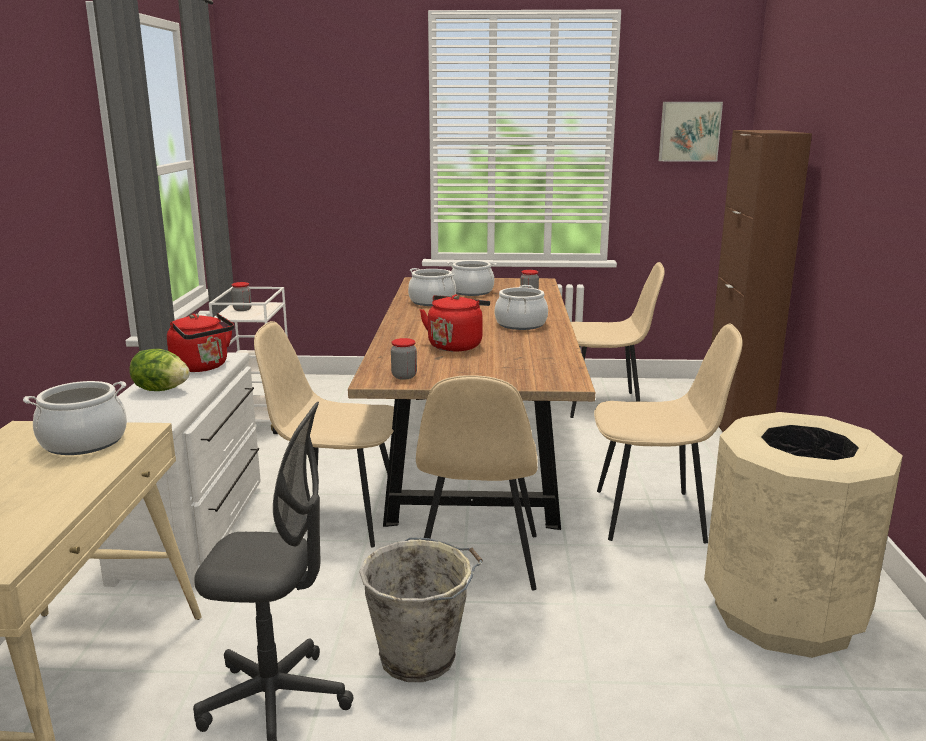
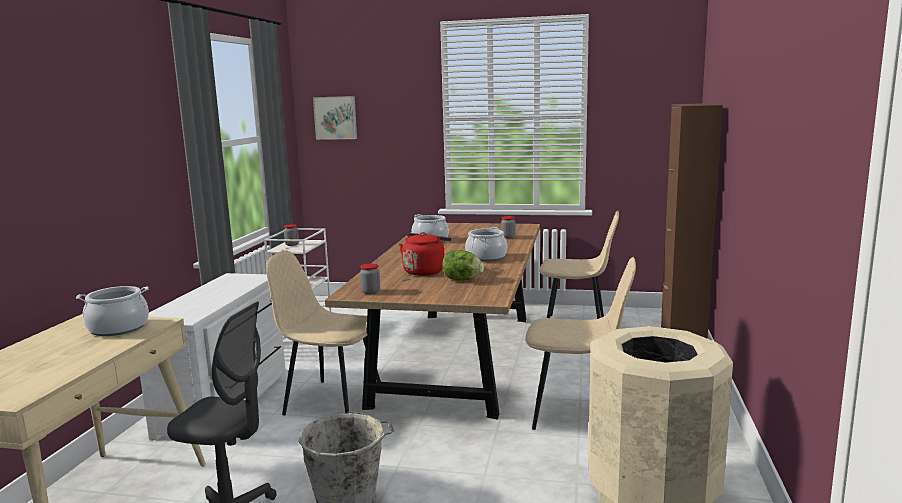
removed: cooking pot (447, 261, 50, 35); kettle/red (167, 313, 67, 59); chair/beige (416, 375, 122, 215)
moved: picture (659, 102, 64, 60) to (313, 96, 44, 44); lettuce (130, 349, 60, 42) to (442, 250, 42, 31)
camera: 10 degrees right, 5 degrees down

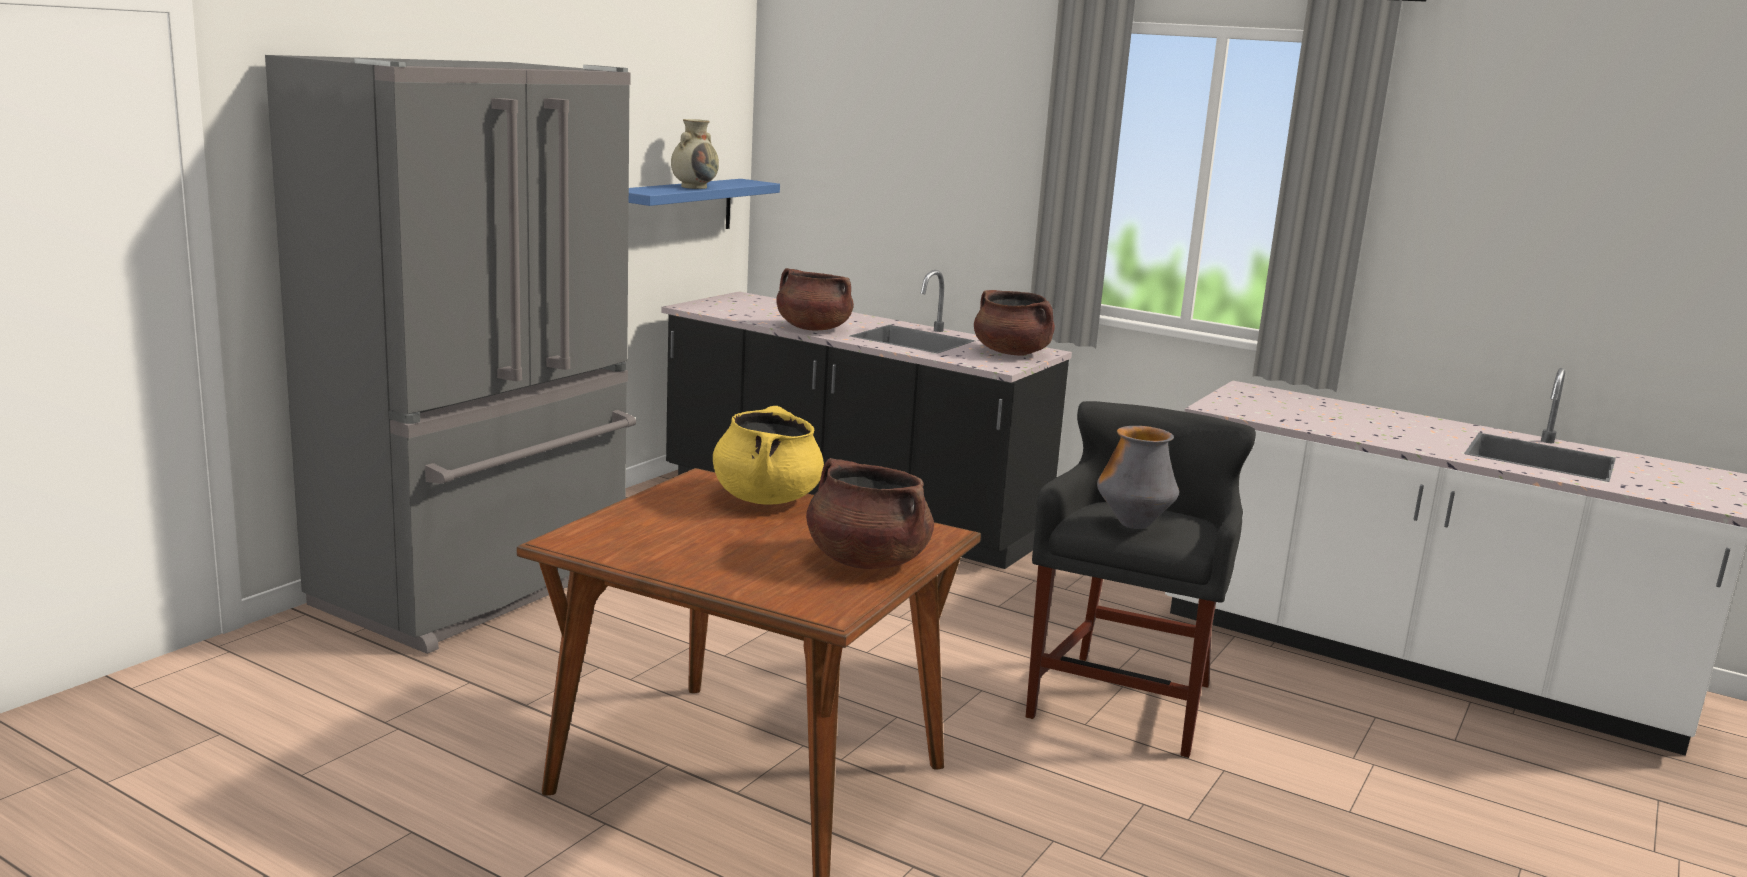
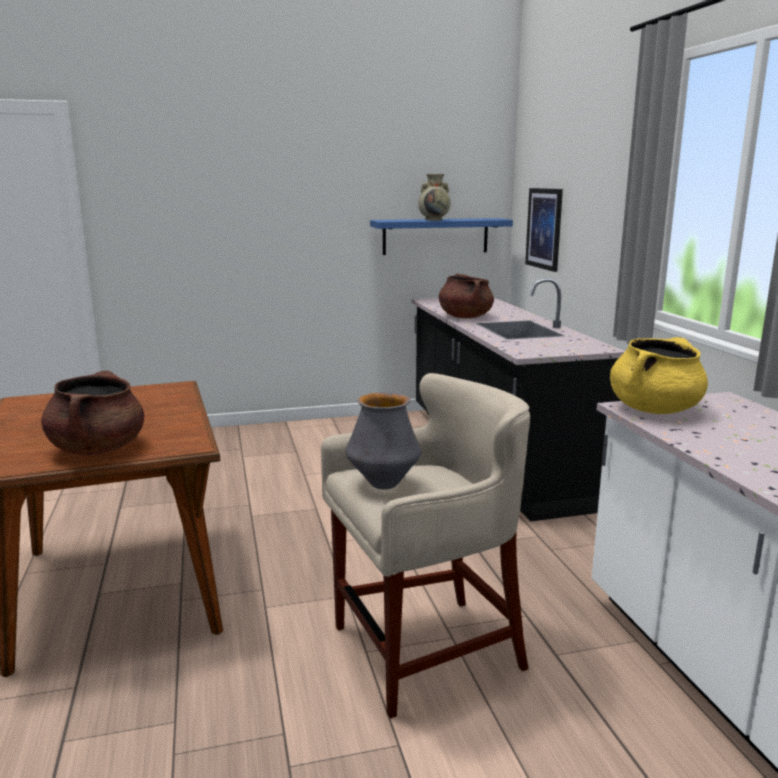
removed: fridge/grey (265, 55, 371, 599); cooking pot/brown (974, 290, 81, 66)
added: picture (525, 188, 38, 84)
moved: cooking pot/yellow (713, 406, 111, 99) to (610, 337, 98, 77)
recoloured: stool/black (1026, 401, 230, 357) to stool/beige (321, 373, 209, 345)
camera: 45 degrees right, 0 degrees up

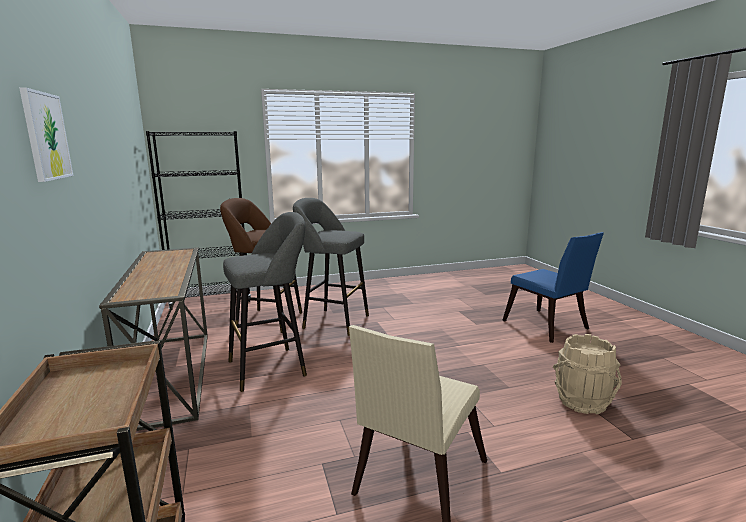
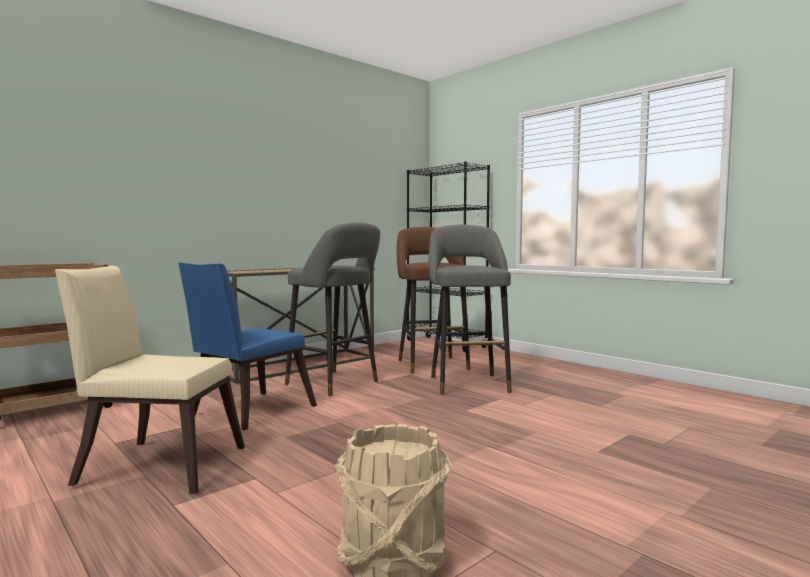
removed: picture (19, 87, 54, 95)
moved: chair/blue (502, 232, 102, 111) to (178, 262, 139, 168)
camera: 65 degrees right, 10 degrees down

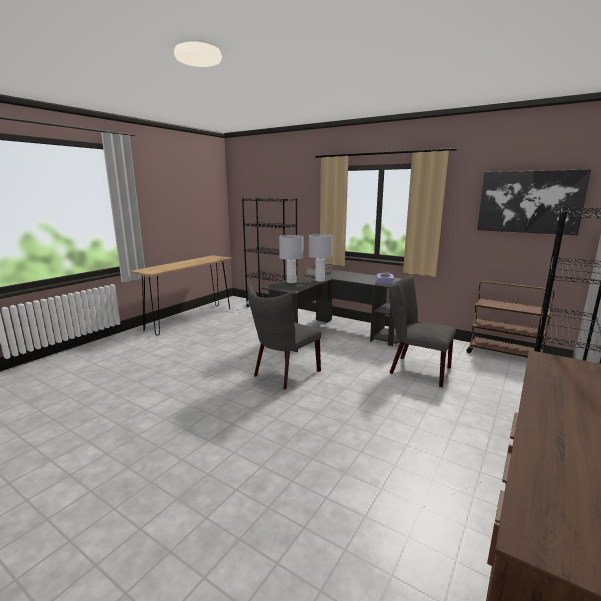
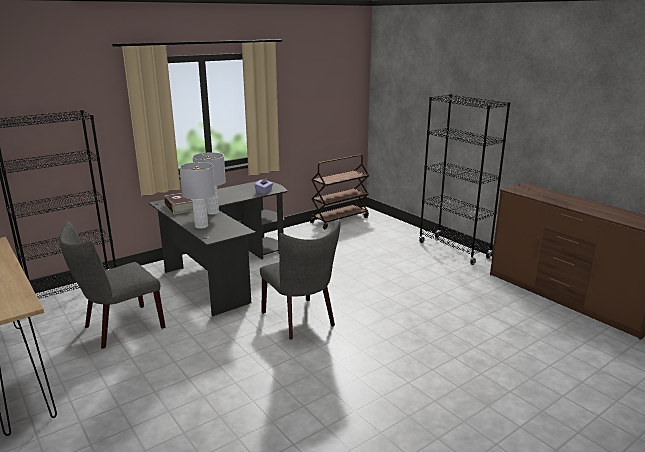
removed: picture (477, 169, 114, 66)
moved: chair/grey (389, 275, 67, 112) to (59, 221, 107, 128)
camera: 70 degrees left, 5 degrees up

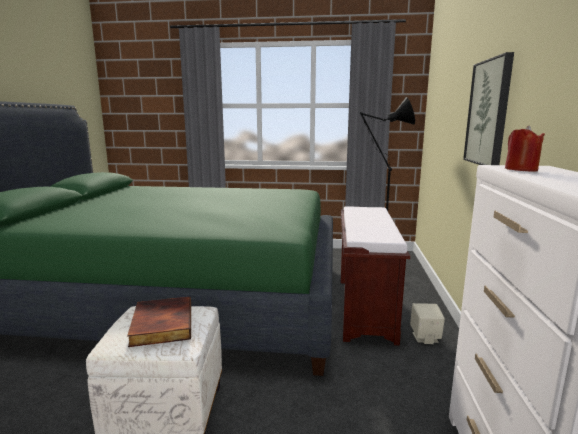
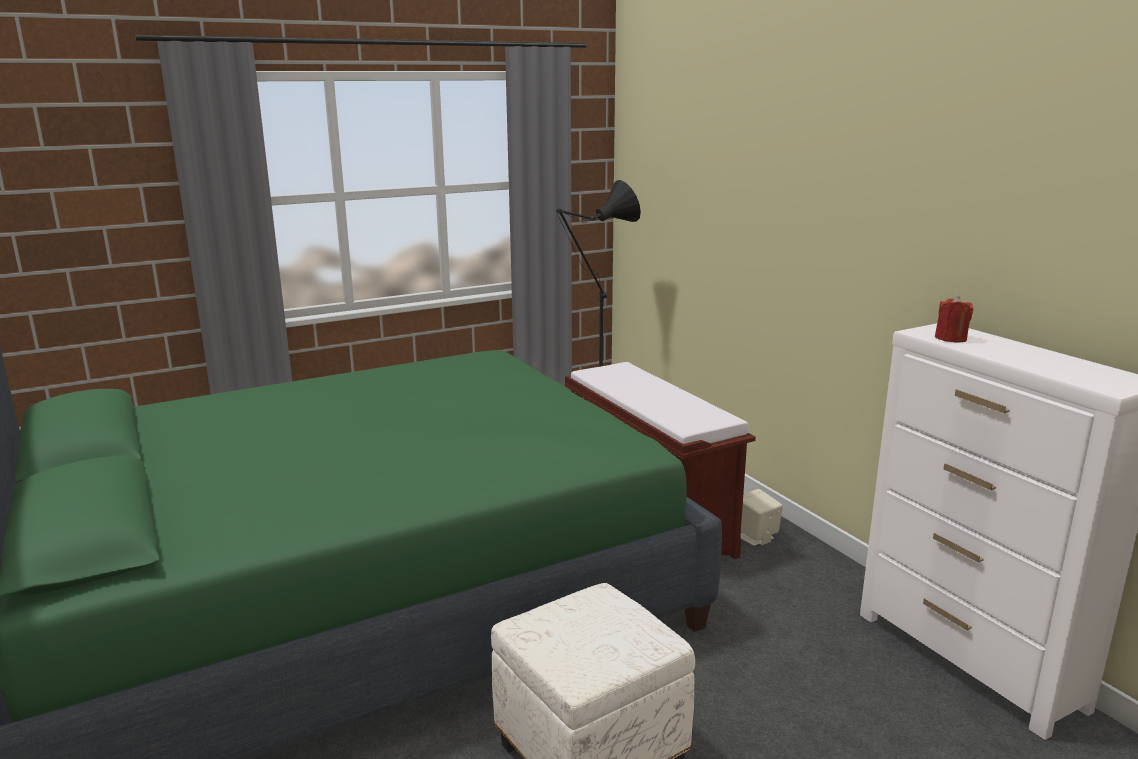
removed: picture (463, 52, 51, 113); book (127, 297, 64, 50)
camera: 35 degrees left, 5 degrees up

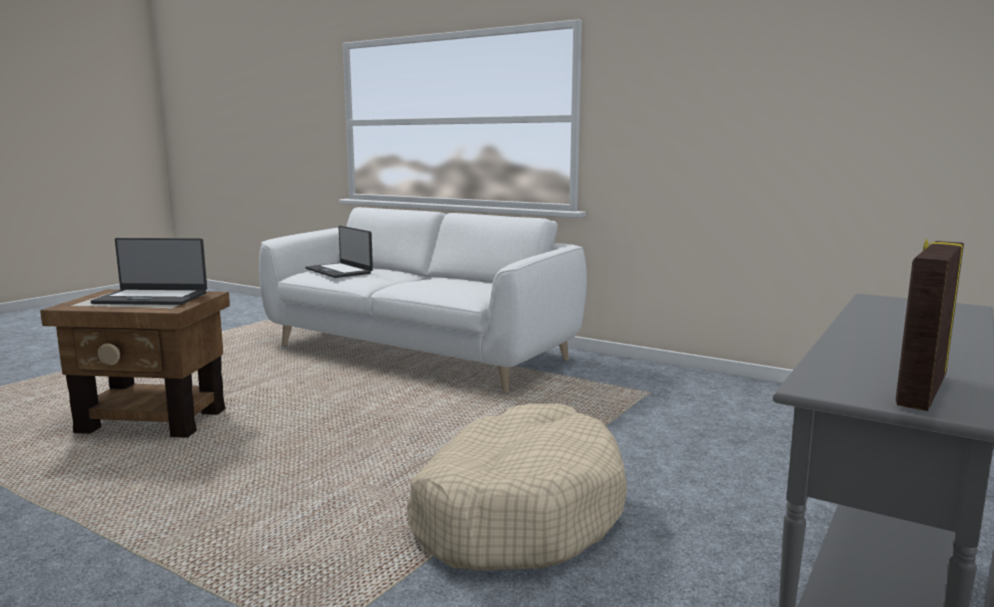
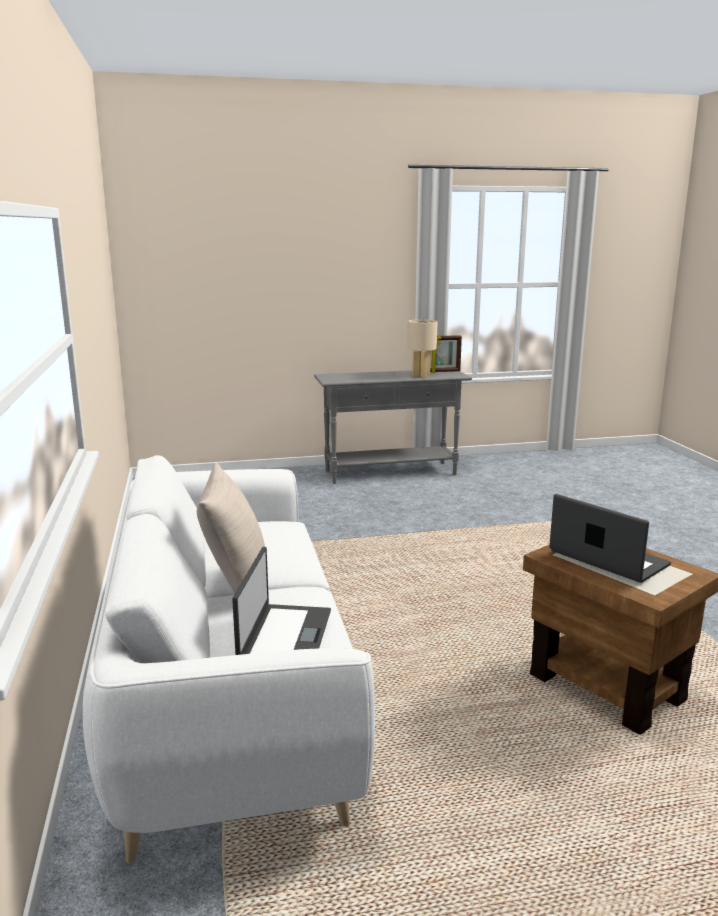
removed: dog bed/beige (407, 404, 220, 166)
added: table lamp/beige (407, 319, 31, 59); pillow/beige (197, 463, 68, 130)
camera: 135 degrees left, 5 degrees up

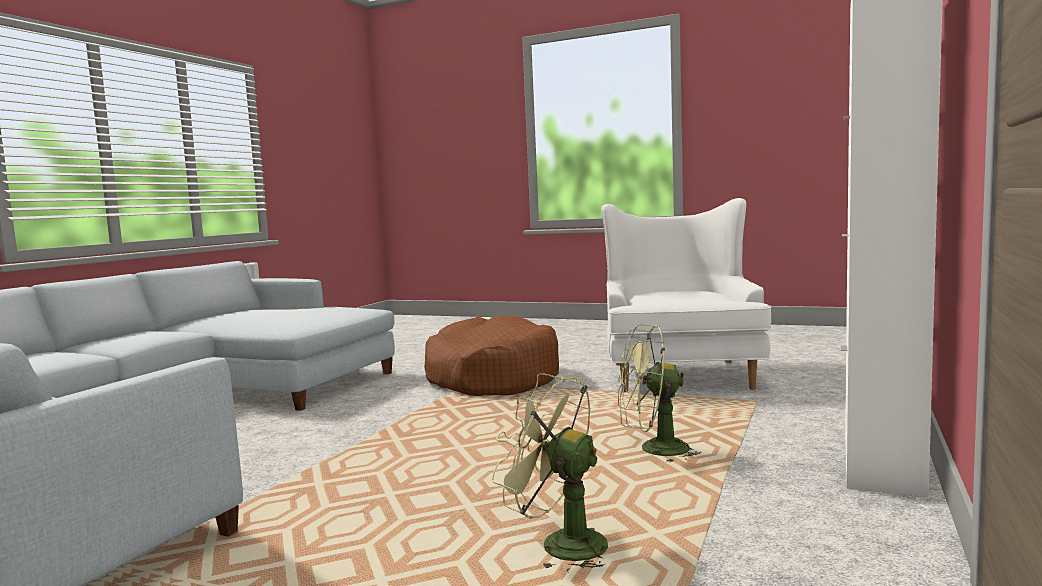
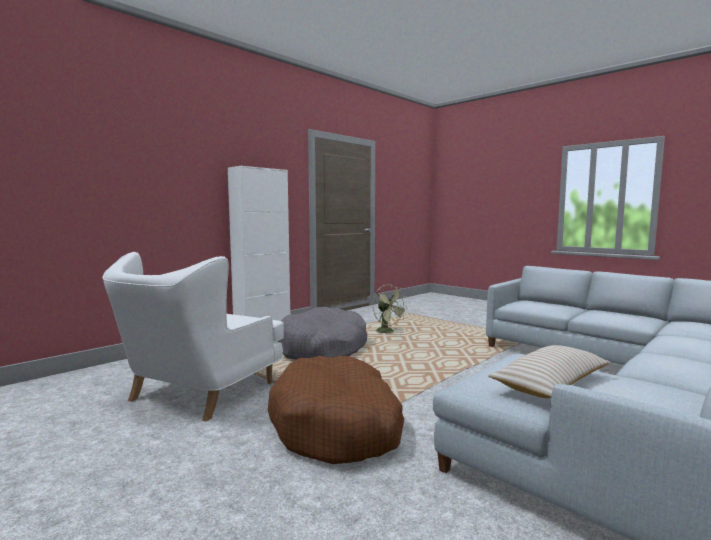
added: pillow/beige (488, 345, 122, 53)
replaced: fan/green (618, 324, 83, 139) to dog bed/grey (277, 307, 90, 53)
camera: 160 degrees left, 0 degrees up

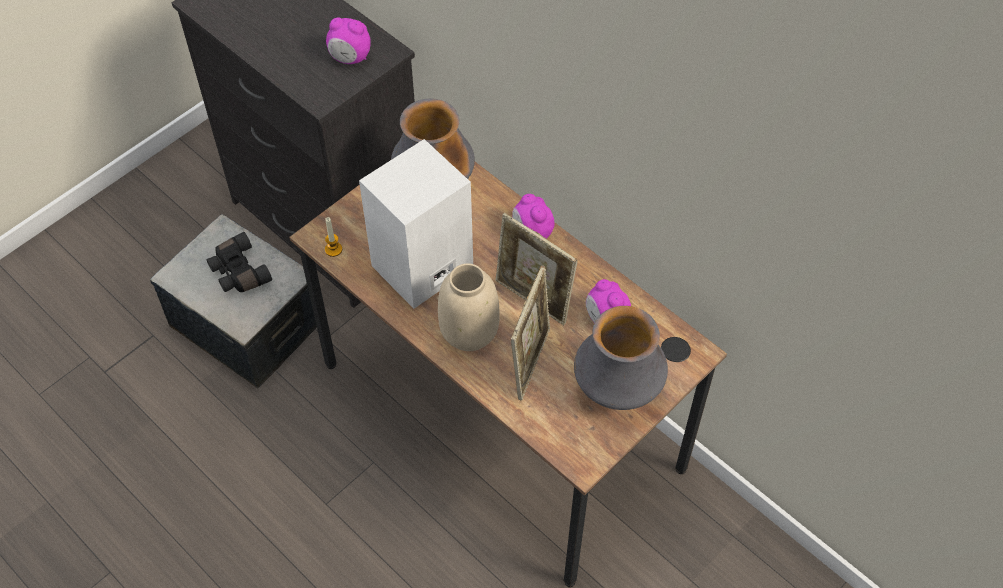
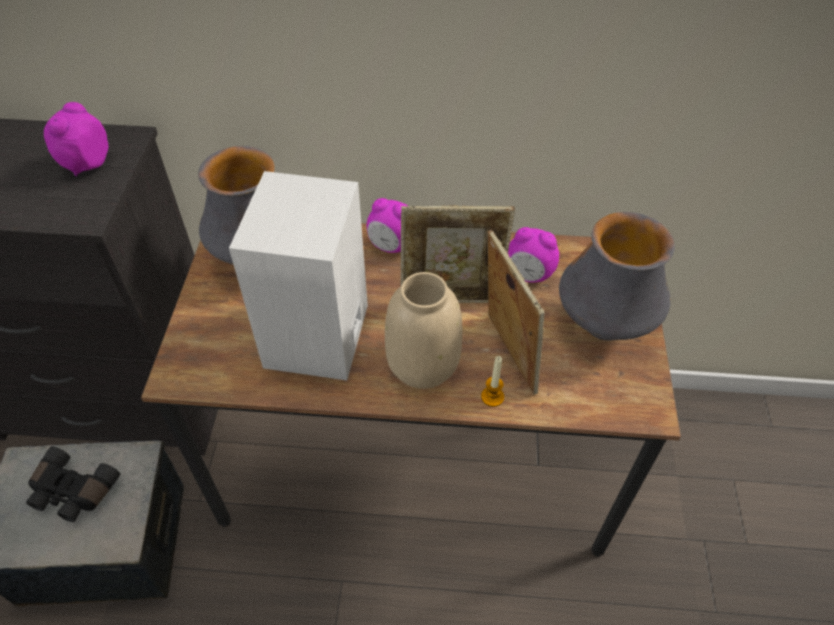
moved: candle (325, 217, 17, 40) to (481, 356, 23, 51)
turned: alarm clock (326, 18, 45, 46) = (44, 102, 65, 74) 135 degrees clockwise
camera: 40 degrees left, 5 degrees down

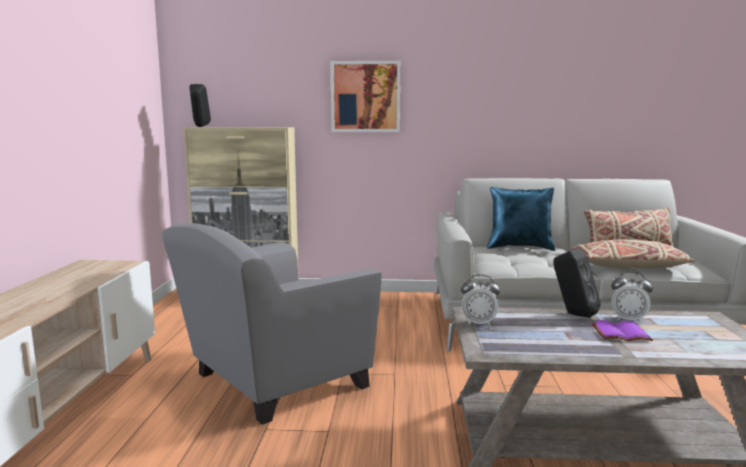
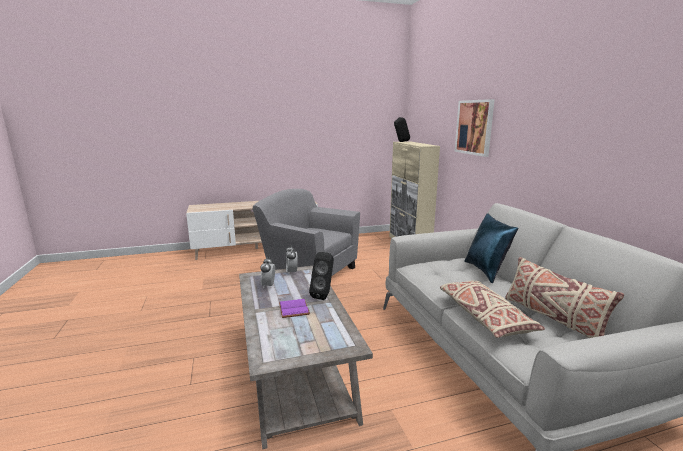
moved: alarm clock (611, 272, 42, 51) to (260, 256, 15, 33)
camera: 70 degrees right, 5 degrees up

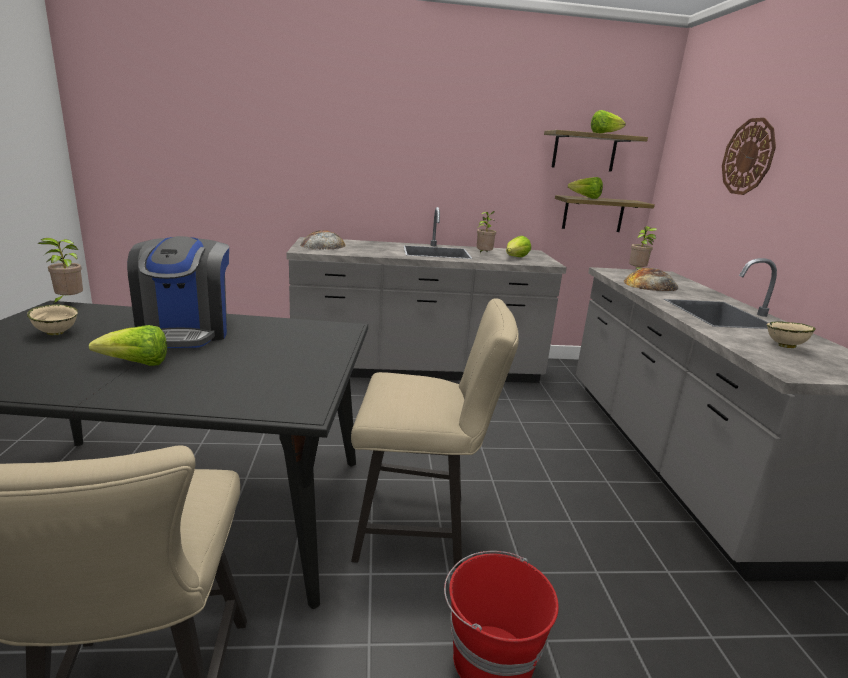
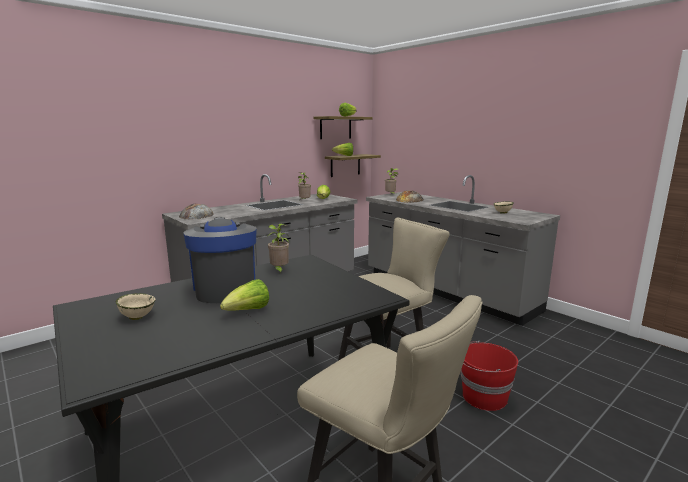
removed: wall clock (722, 118, 54, 77)
moved: potted plant (37, 238, 46, 67) to (267, 223, 22, 51)
turned: coffee machine (127, 236, 102, 112) = (183, 217, 74, 86) 150 degrees counterclockwise
camera: 35 degrees left, 5 degrees down

